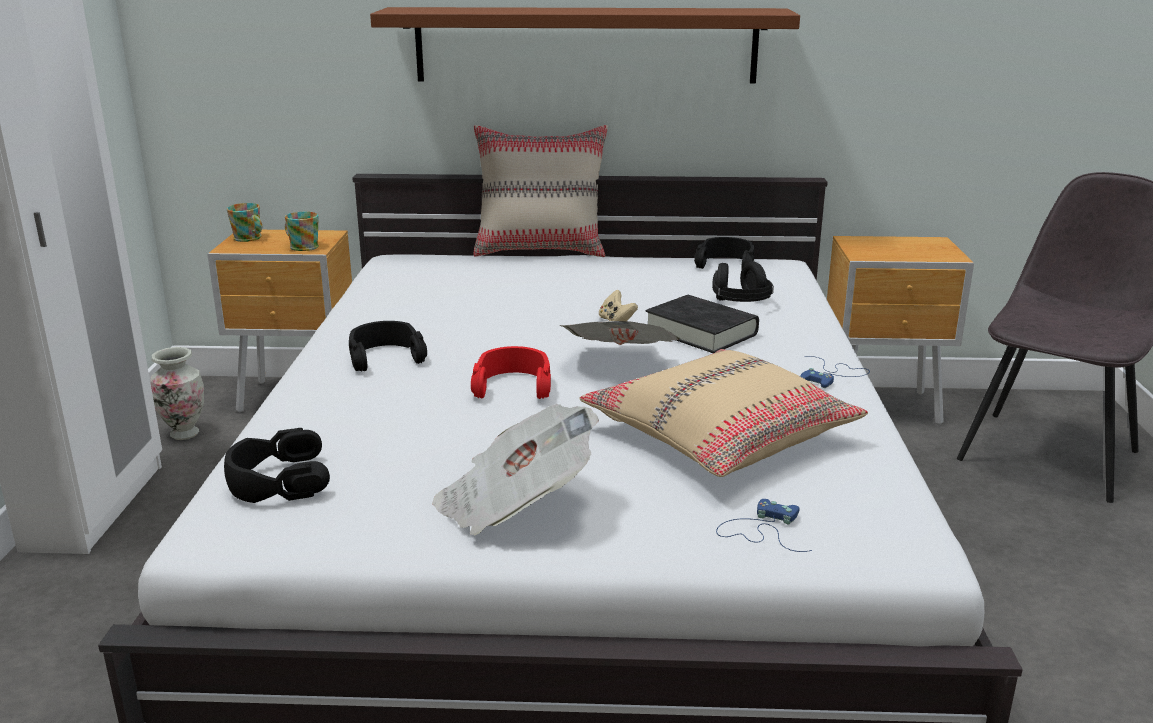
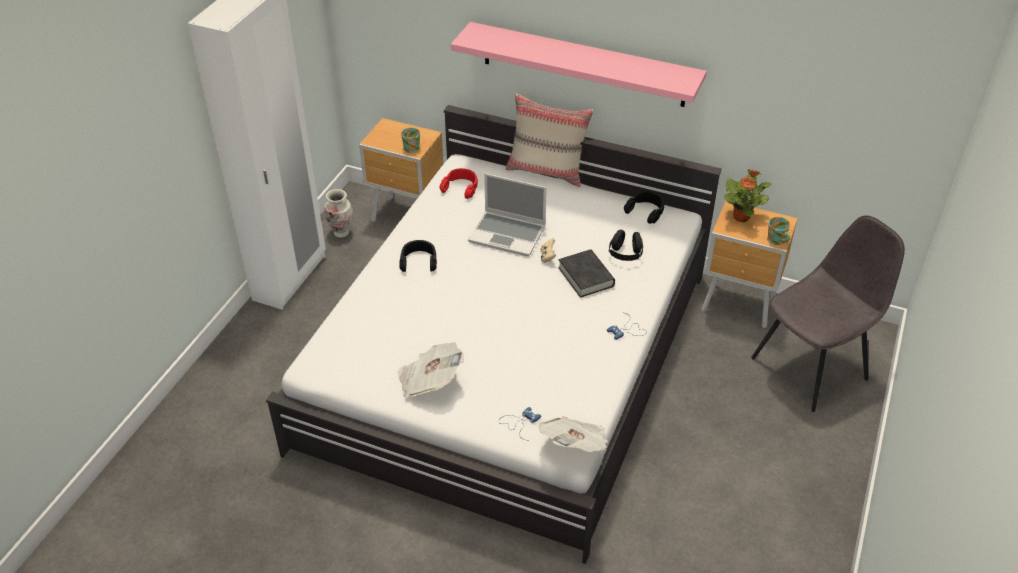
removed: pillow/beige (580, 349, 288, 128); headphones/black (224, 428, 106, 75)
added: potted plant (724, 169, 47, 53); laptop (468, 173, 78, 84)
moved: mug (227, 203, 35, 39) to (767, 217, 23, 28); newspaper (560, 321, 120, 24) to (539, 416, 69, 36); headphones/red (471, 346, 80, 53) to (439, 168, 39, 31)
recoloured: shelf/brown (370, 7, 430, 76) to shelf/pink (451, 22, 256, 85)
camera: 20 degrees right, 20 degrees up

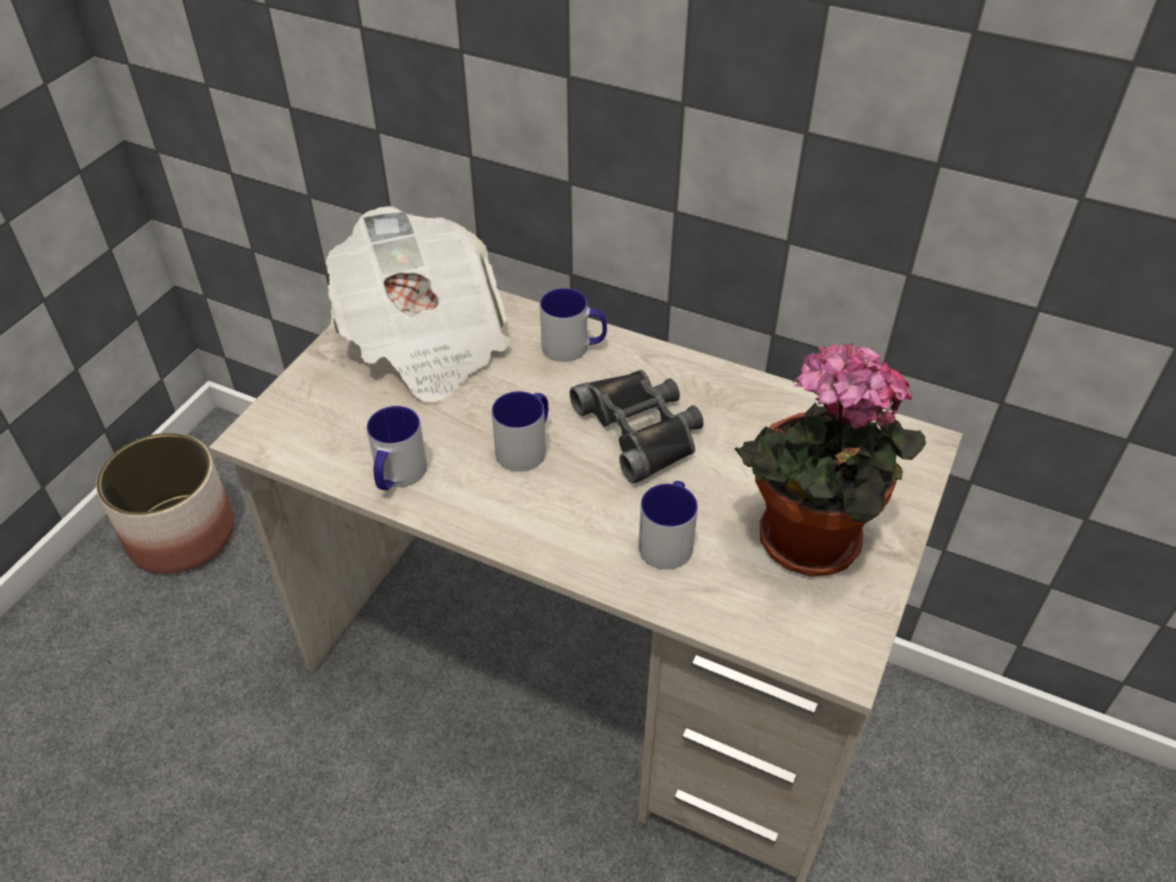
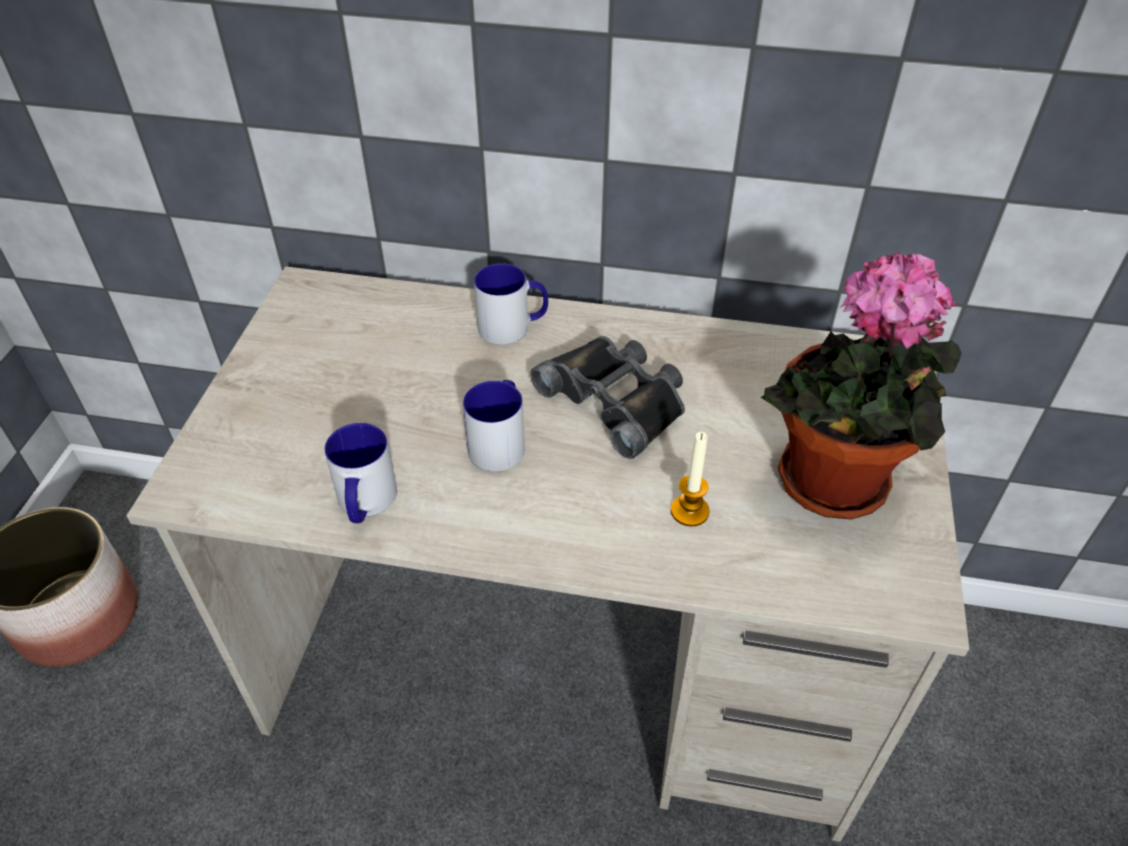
removed: newspaper (326, 206, 184, 197)
replaced: mug (638, 481, 60, 89) to candle (671, 432, 39, 94)
camera: 15 degrees left, 0 degrees up

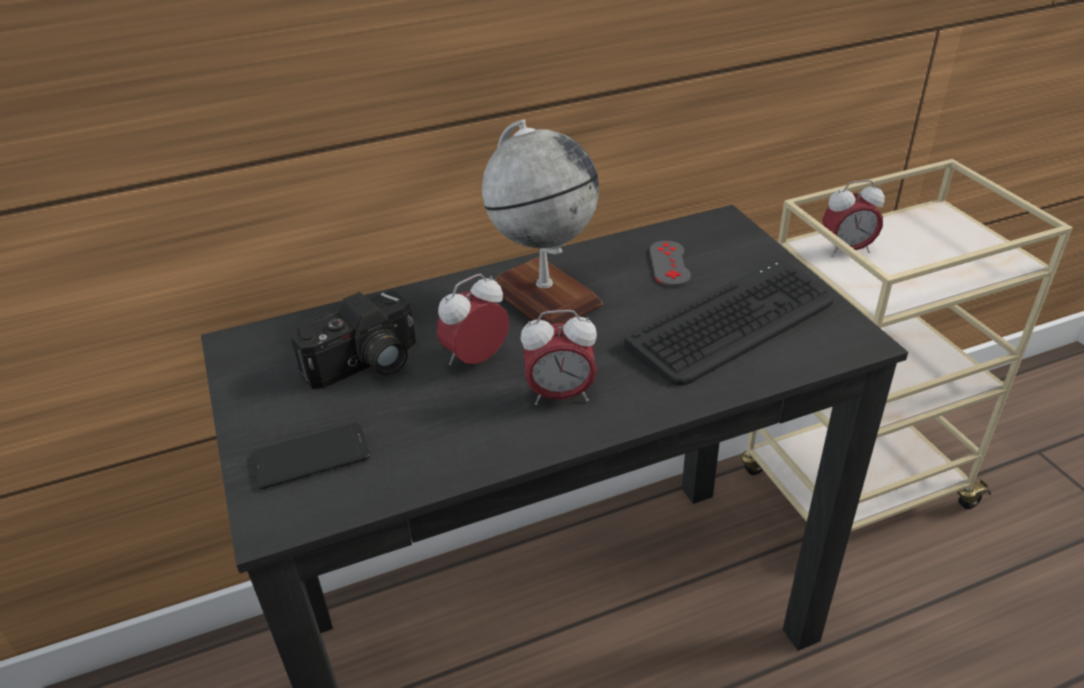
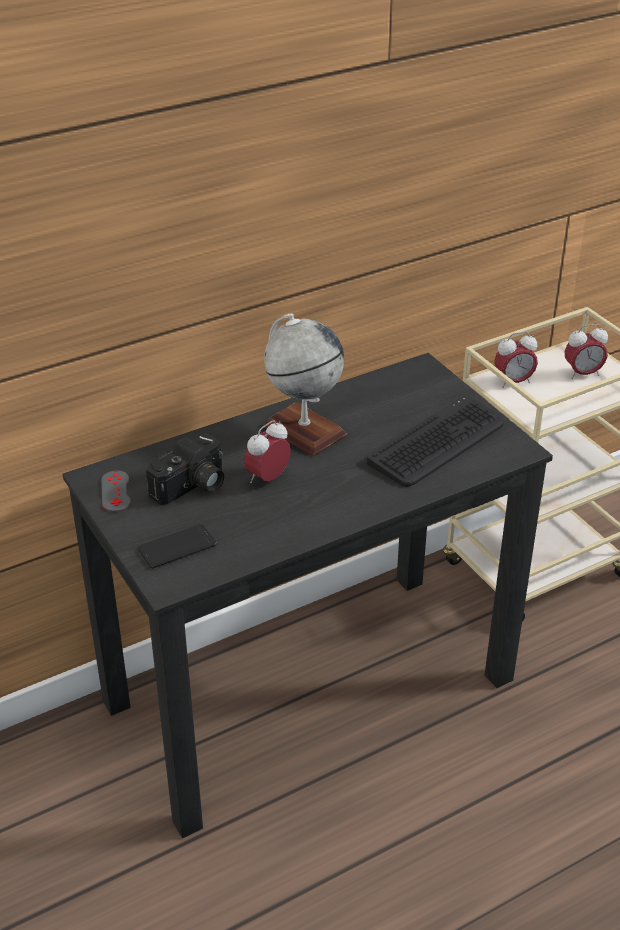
moved: game controller/grey (649, 240, 42, 46) to (101, 471, 30, 41); alarm clock (521, 310, 76, 95) to (565, 324, 43, 55)
camera: 10 degrees left, 0 degrees up

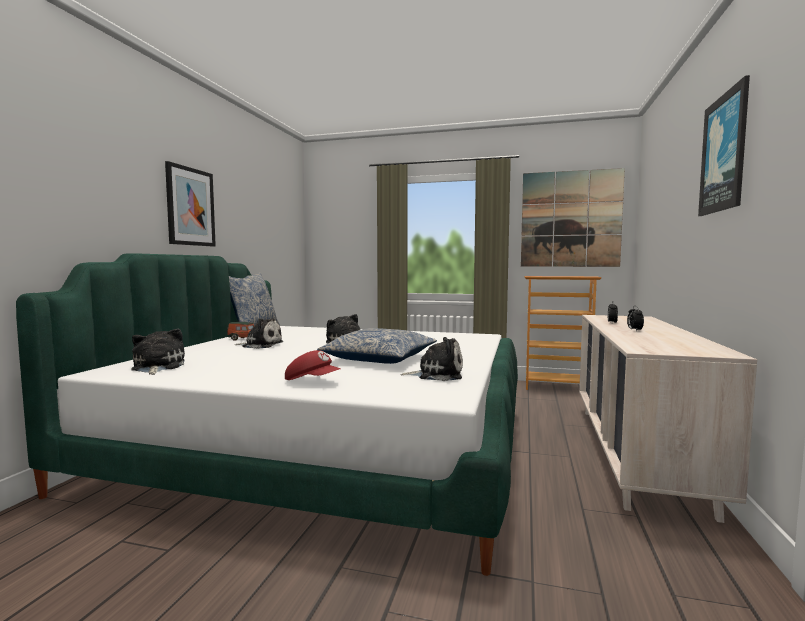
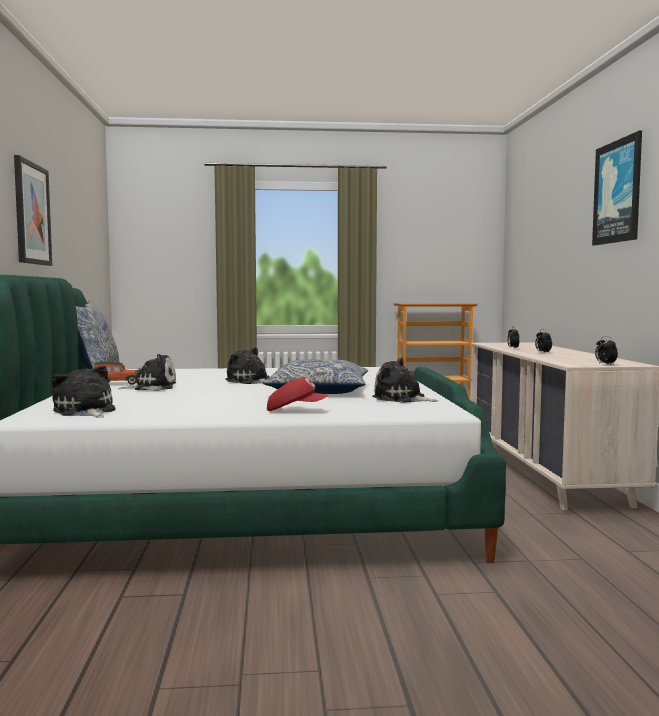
removed: picture (521, 168, 104, 99)
added: alarm clock (595, 336, 23, 29)
turned: plush toy (400, 337, 63, 44) = (372, 357, 66, 46) 135 degrees counterclockwise
camera: 20 degrees left, 0 degrees up

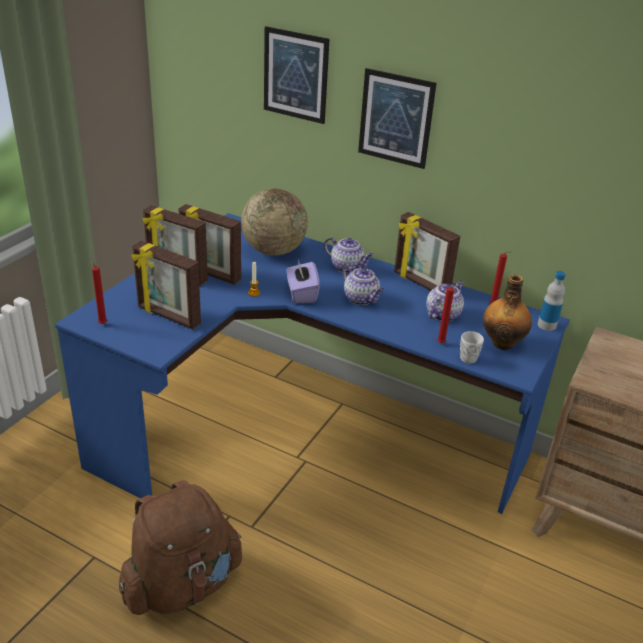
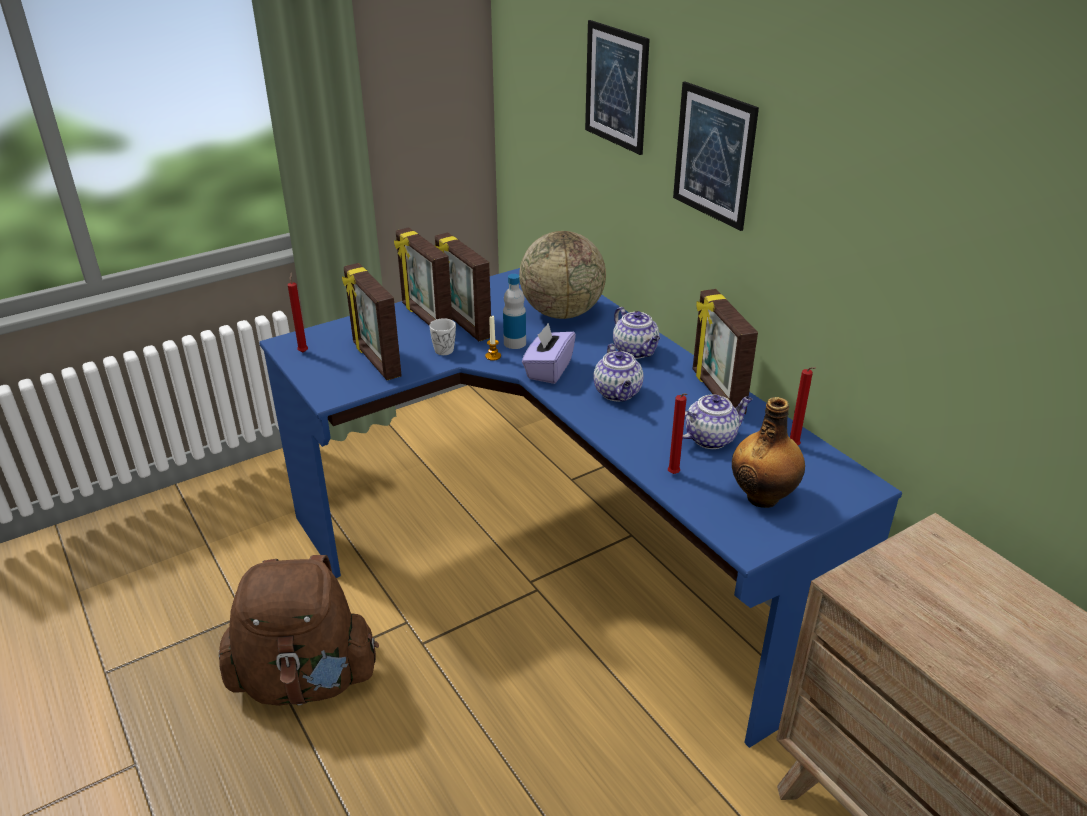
moved: bottle (538, 271, 28, 60) to (503, 274, 23, 75); mug/white (460, 331, 24, 33) to (430, 318, 26, 37)
camera: 30 degrees right, 0 degrees up

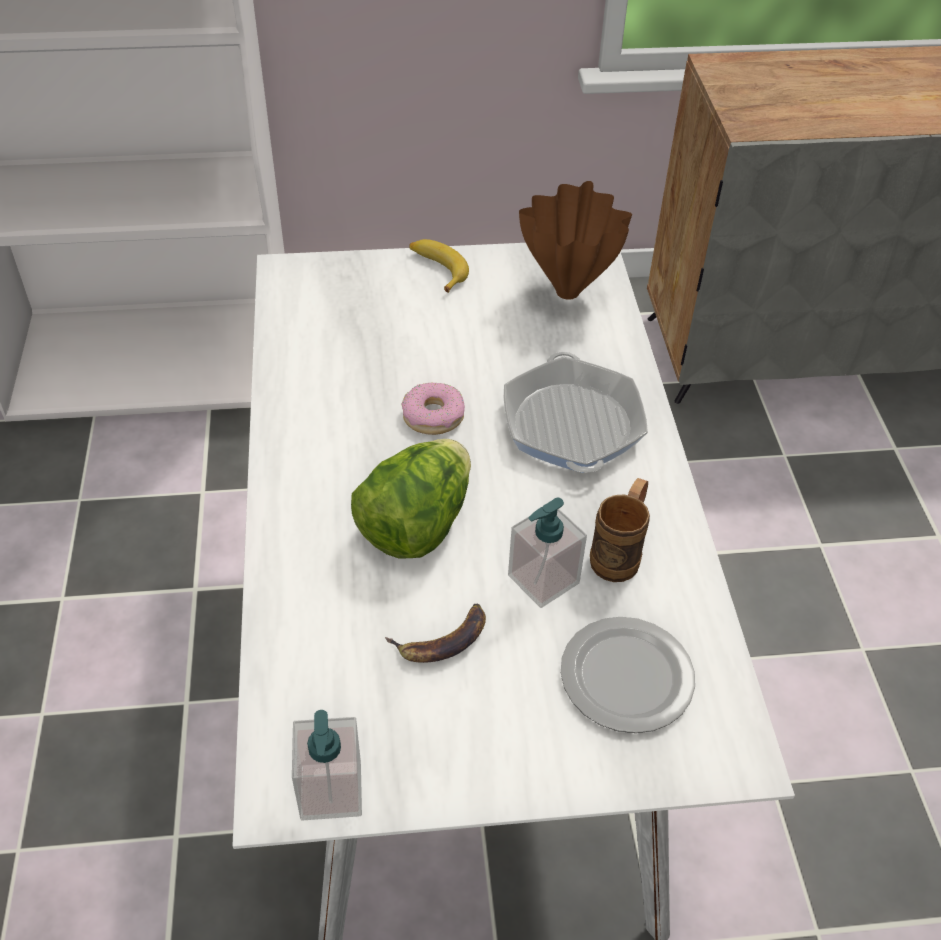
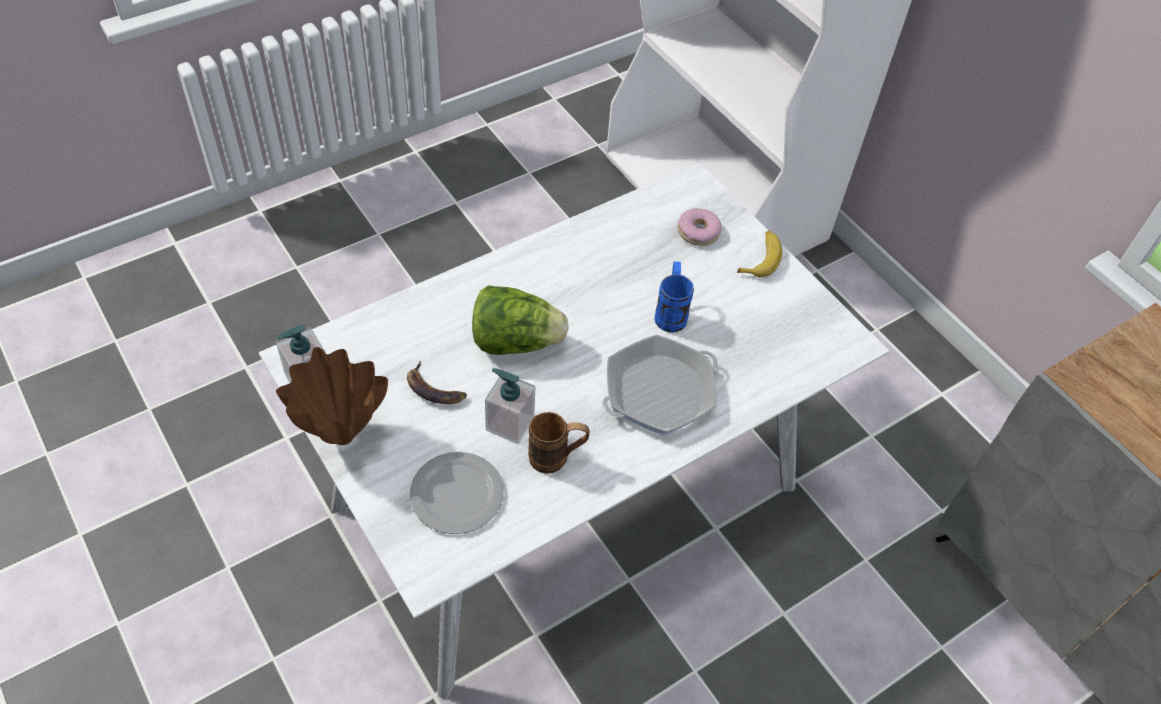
added: mug/blue (654, 262, 40, 71)
moved: vase/brown (519, 181, 113, 119) to (276, 347, 112, 98); donut (401, 382, 64, 53) to (678, 208, 43, 38)
camera: 60 degrees right, 5 degrees up

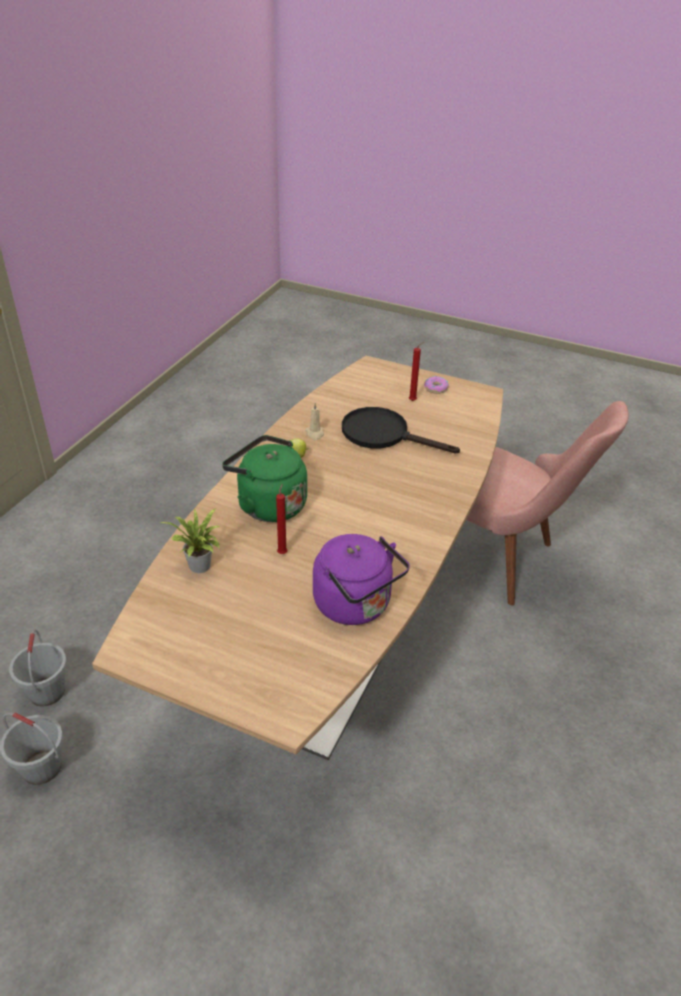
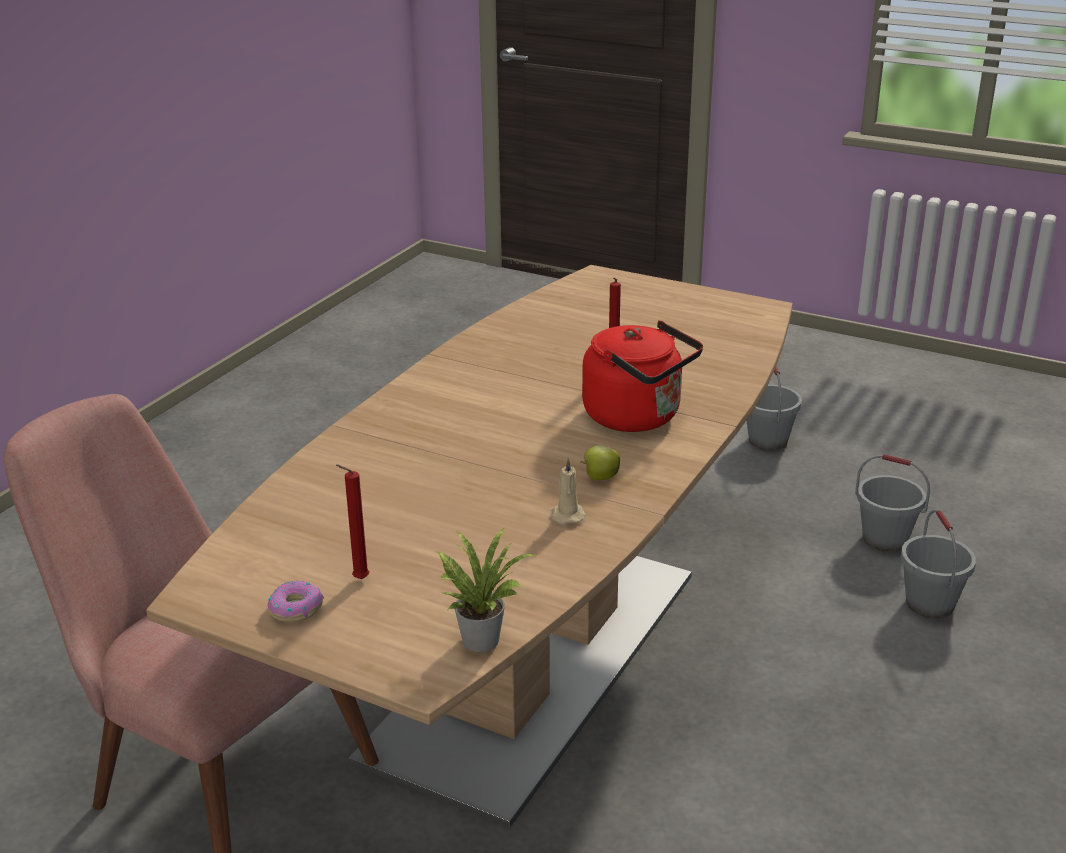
removed: frying pan/black (342, 407, 118, 47); kettle/purple (313, 534, 97, 91)
added: bucket/grey (746, 366, 56, 85)
moved: potted plant (159, 508, 61, 65) to (434, 528, 103, 124)
recoloured: kettle/green (222, 435, 85, 87) to kettle/red (582, 321, 121, 111)
camera: 175 degrees left, 10 degrees down

